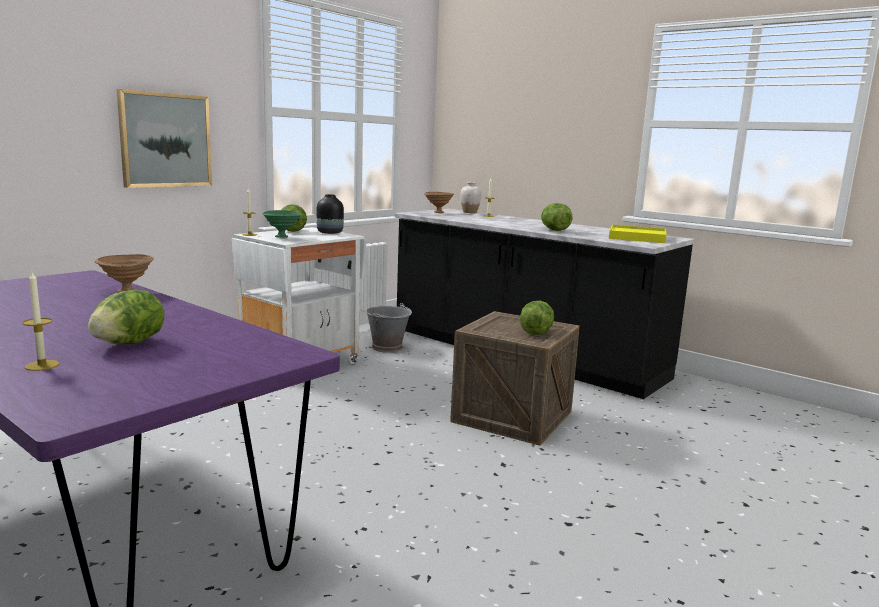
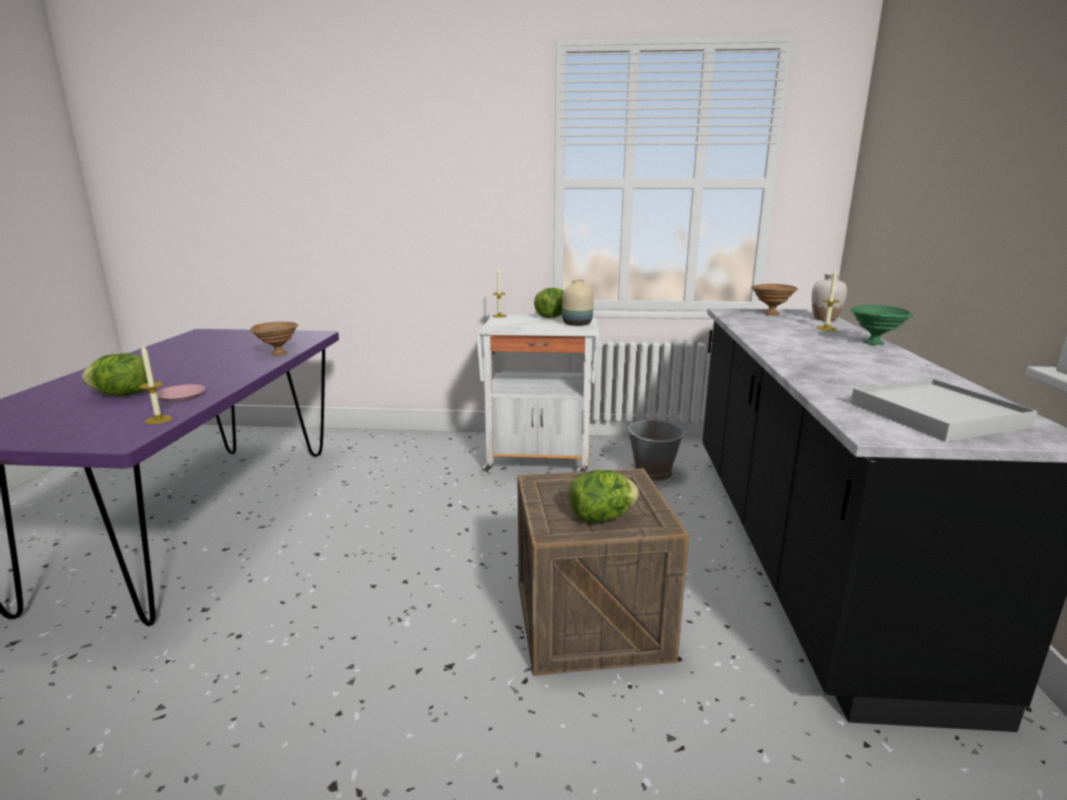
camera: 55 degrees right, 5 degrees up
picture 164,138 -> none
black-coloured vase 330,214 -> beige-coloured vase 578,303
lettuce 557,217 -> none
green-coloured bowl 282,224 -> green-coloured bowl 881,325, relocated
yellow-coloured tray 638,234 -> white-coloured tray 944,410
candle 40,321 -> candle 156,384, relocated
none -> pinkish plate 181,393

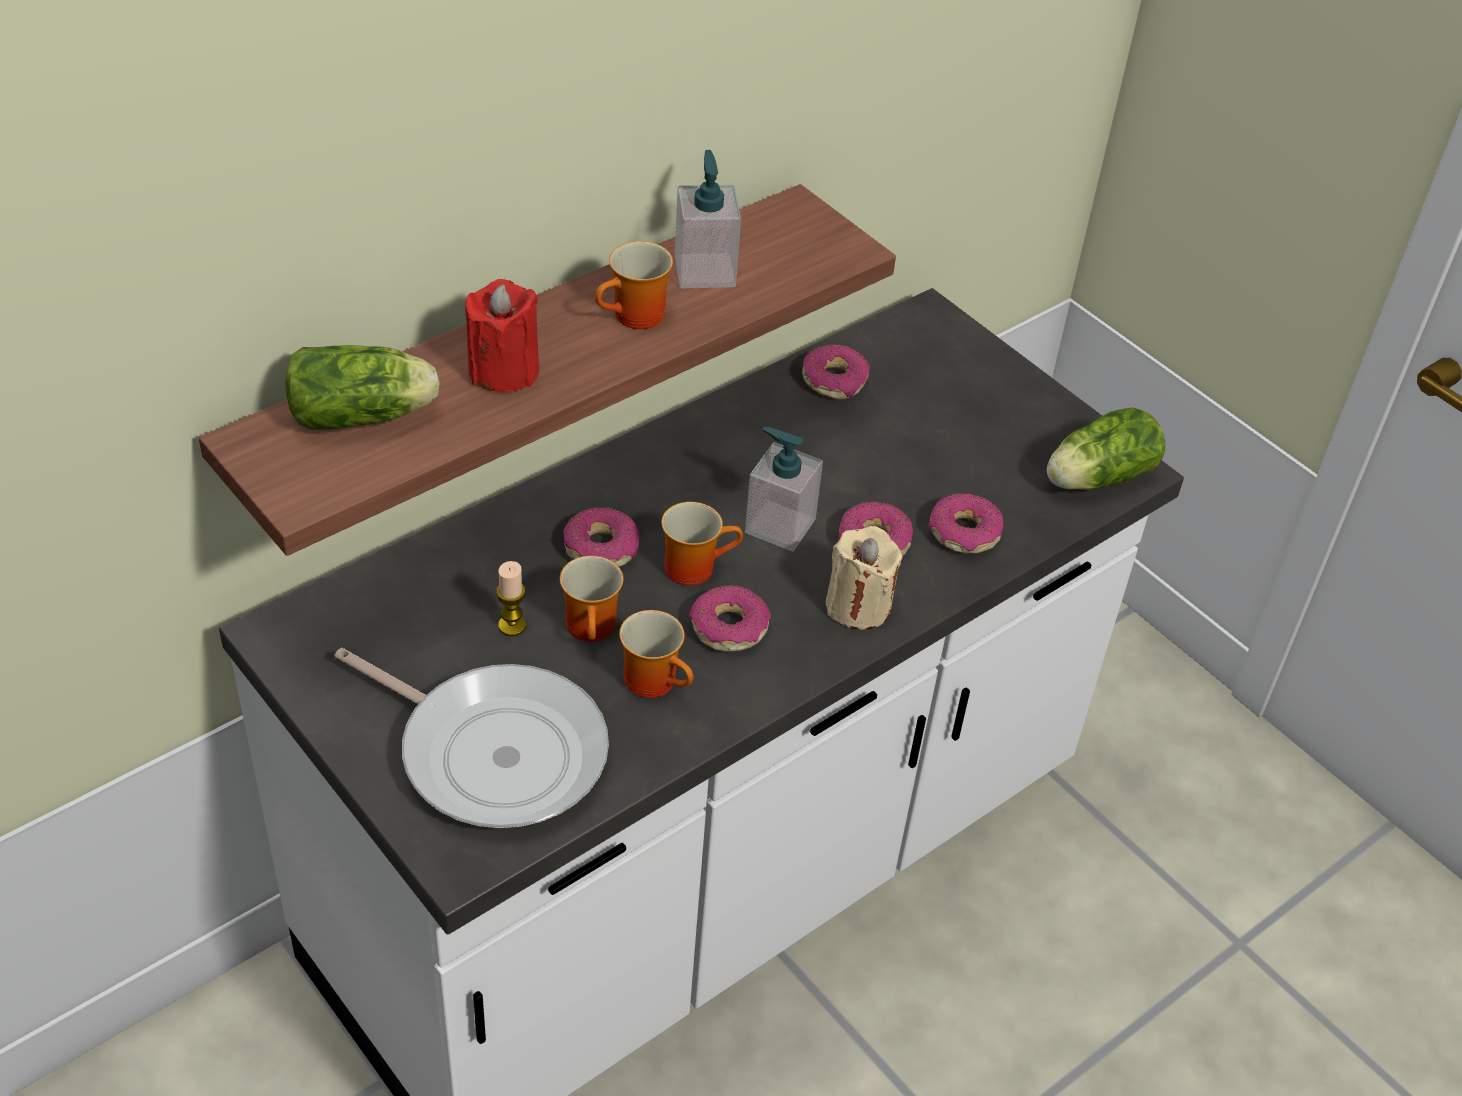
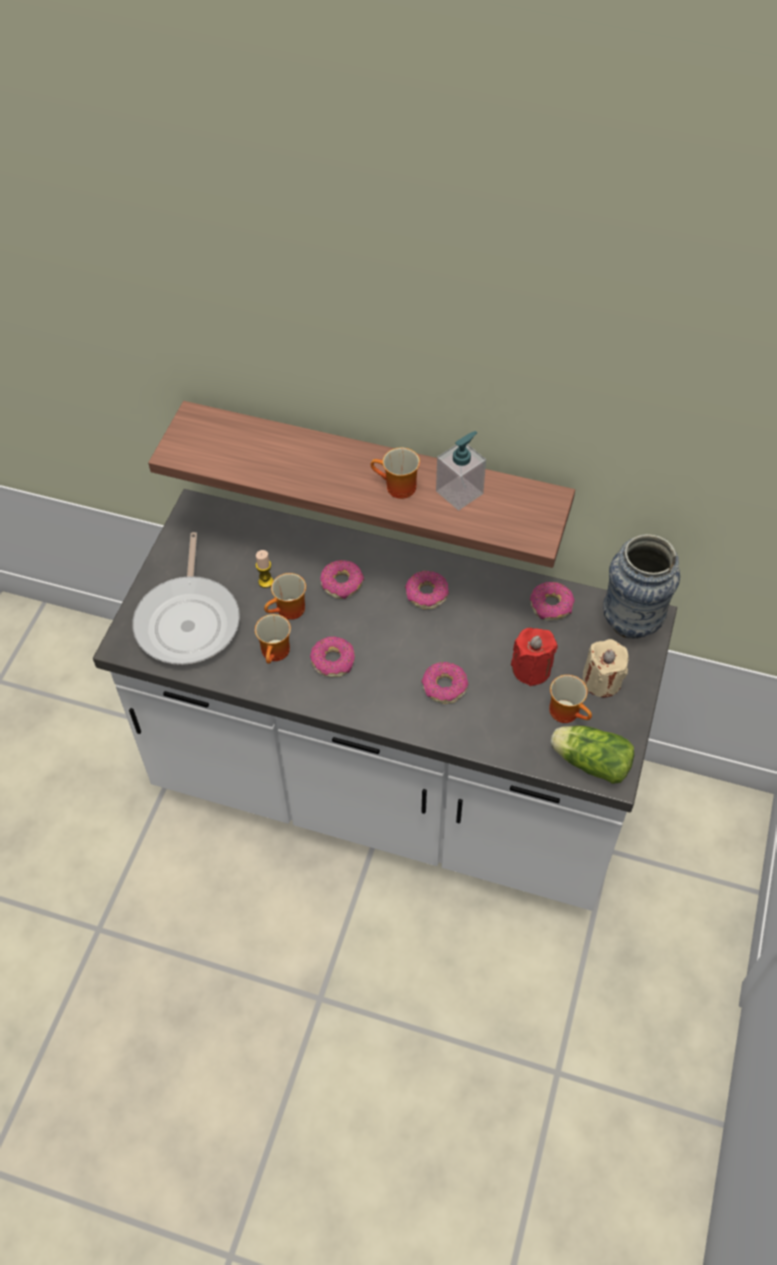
camera: 60 degrees right, 10 degrees up
red-coloured candle 502,335 -> red-coloured candle 534,657, relocated
lettuce 362,387 -> none
soap bottle 784,489 -> none
donut 965,523 -> donut 427,590, relocated
tea mug 702,543 -> tea mug 570,699, relocated
beige-coloured candle 864,578 -> beige-coloured candle 606,668, relocated
none -> vase 641,586

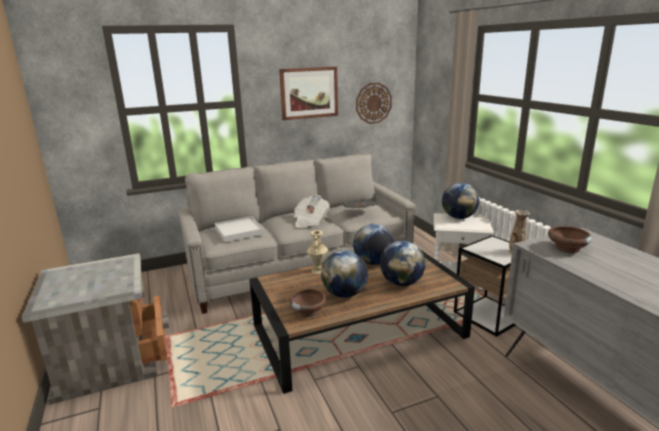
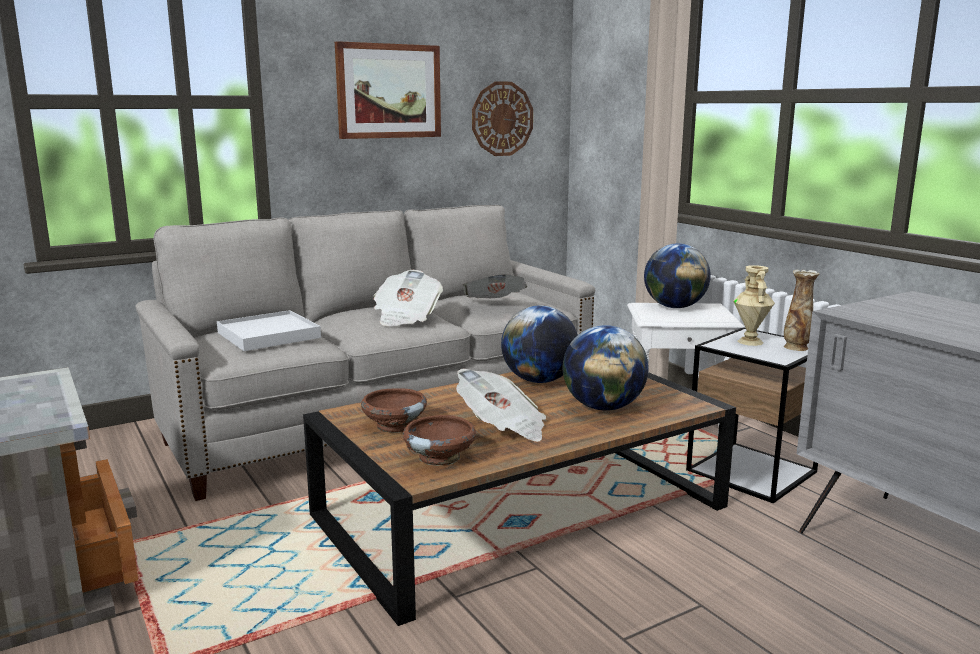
camera: 10 degrees left, 5 degrees down
brownish bowl 570,239 -> brownish bowl 394,410, relocated
beige-coloured vase 317,252 -> beige-coloured vase 754,305, relocated
desk globe 344,274 -> printed paper 501,405

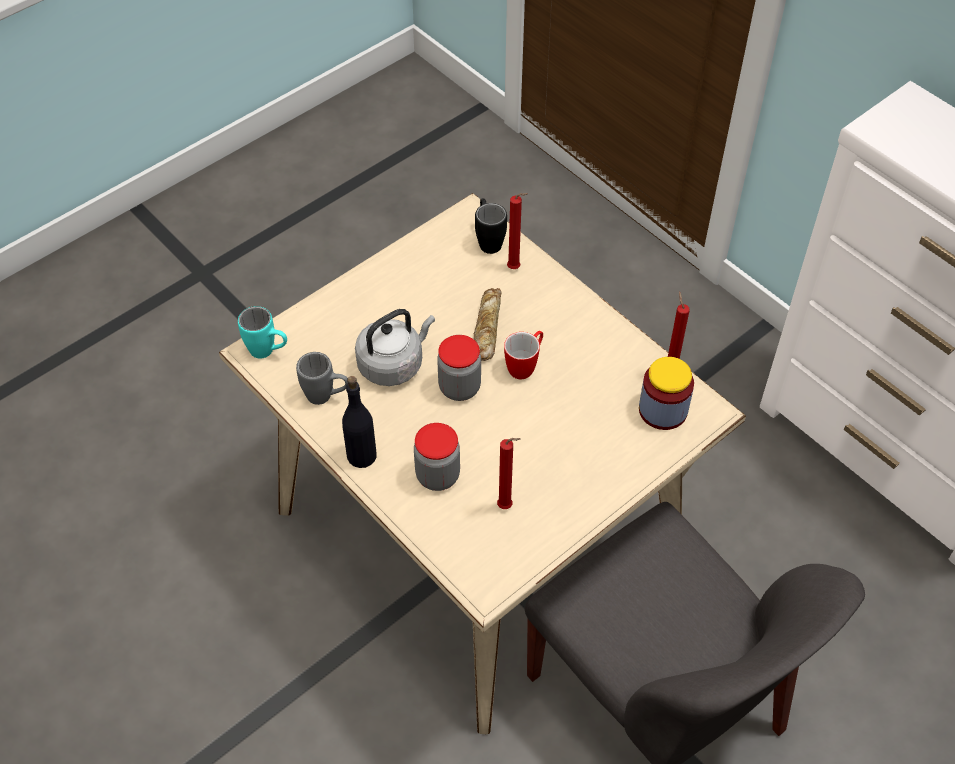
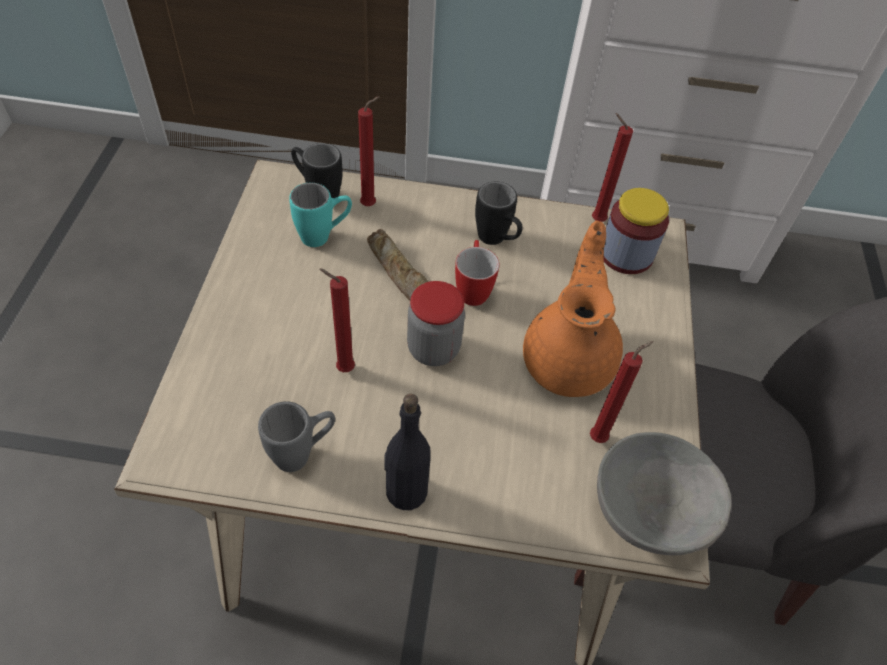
camera: 45 degrees left, 0 degrees up
turquoise tea mug 262,332 -> turquoise tea mug 320,215, relocated
greyish tea kettle 395,347 -> red-coloured candle 337,320
storage jar 437,457 -> none
none -> black-coloured tea mug 498,213
none -> orange teapot 573,308
none -> greyish bowl 664,493

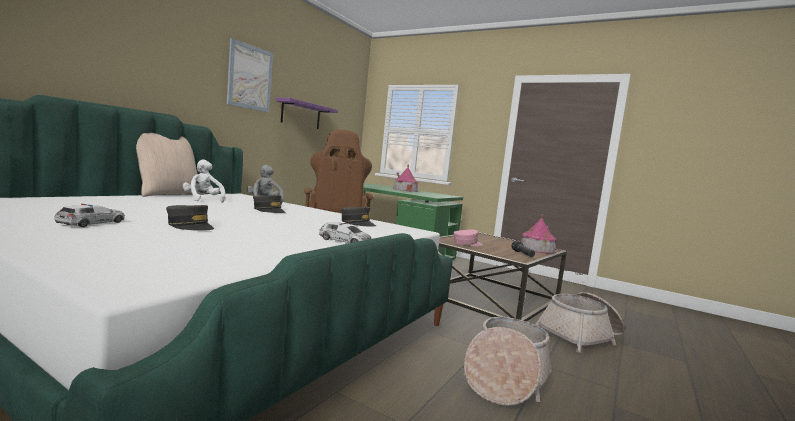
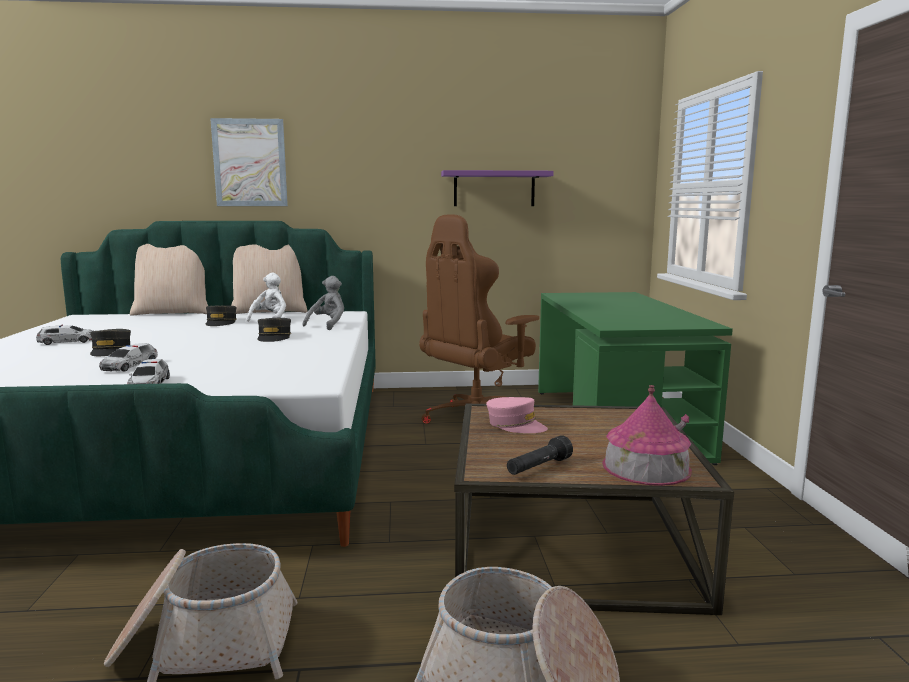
camera: 55 degrees right, 5 degrees up
picture 250,75 -> picture 249,162, relocated
toy house 405,178 -> none
greyish peaked cap 358,217 -> greyish peaked cap 221,315, relocated
none -> beige-coloured throw pillow 169,280
none -> model car 128,357

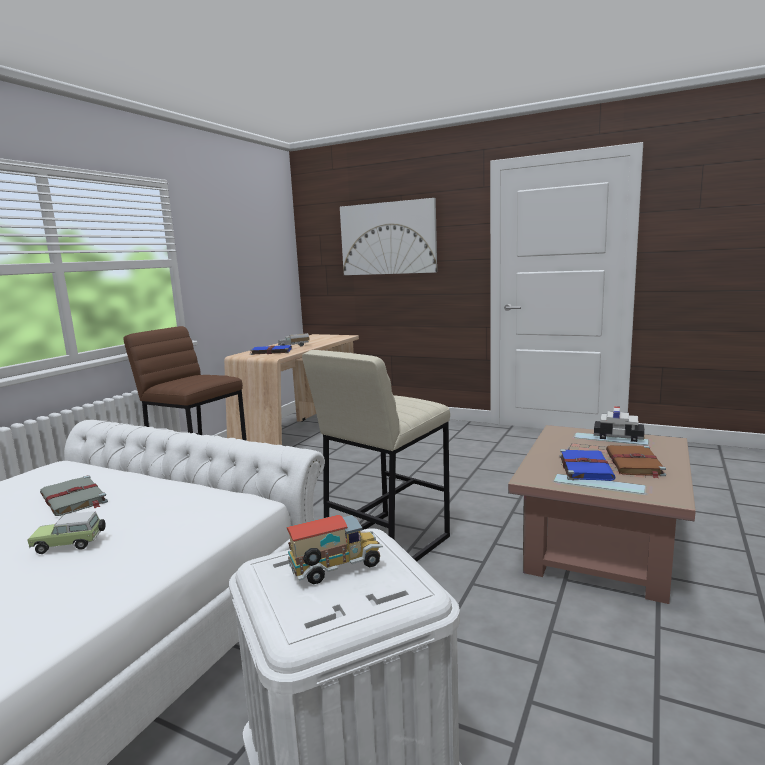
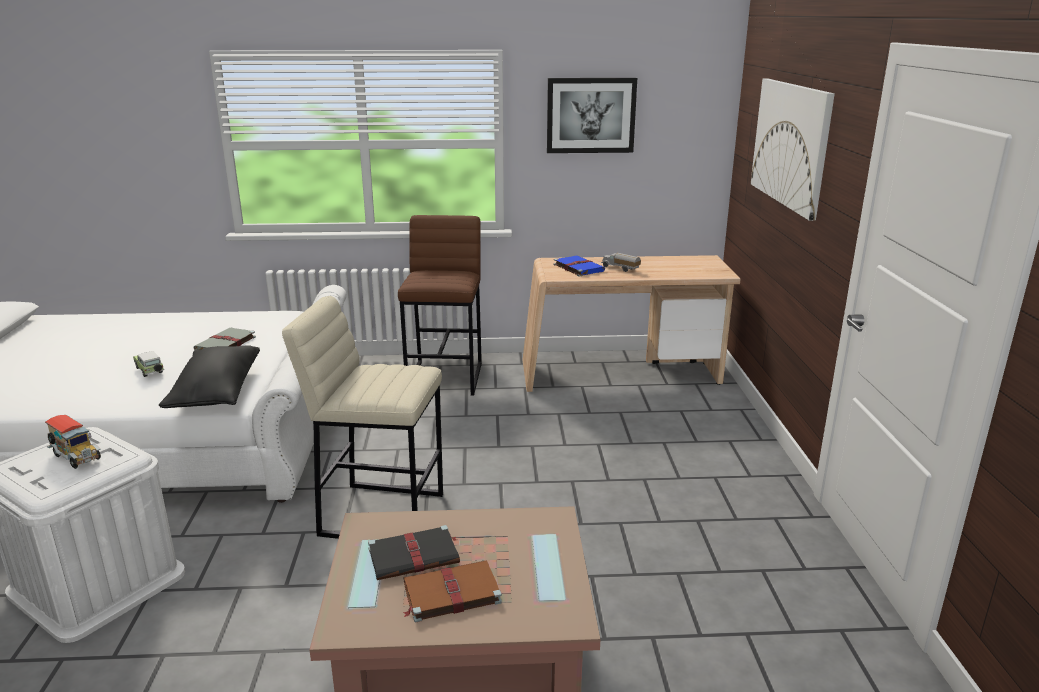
camera: 60 degrees right, 10 degrees up
model car 619,424 -> none
blue bound book 587,465 -> black-coloured bound book 414,552
none -> picture 592,115
none -> black-coloured throw pillow 209,376

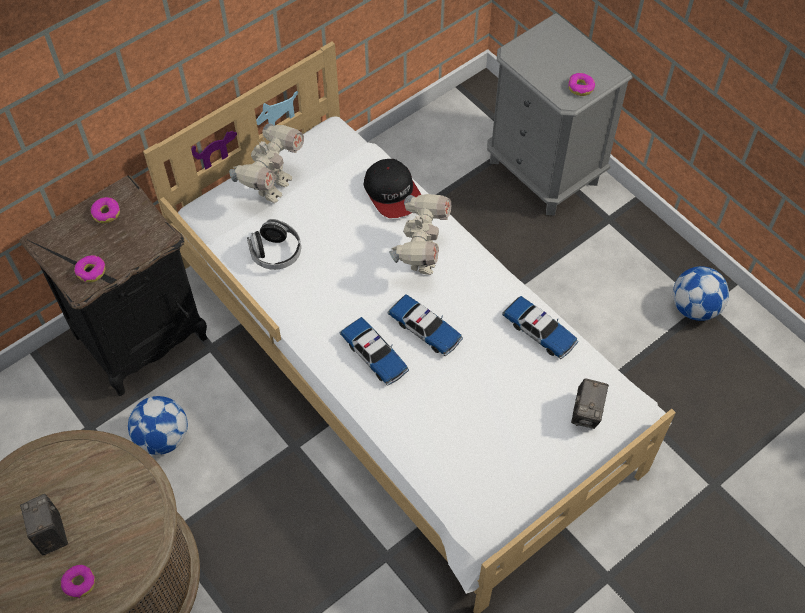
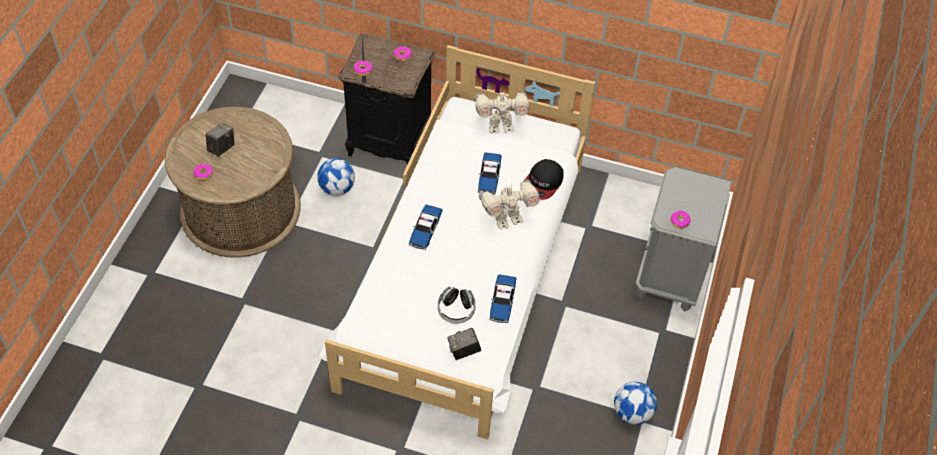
camera: 55 degrees right, 5 degrees down
headset 274,244 -> headset 457,305, relocated
model car 425,325 -> model car 490,174, relocated

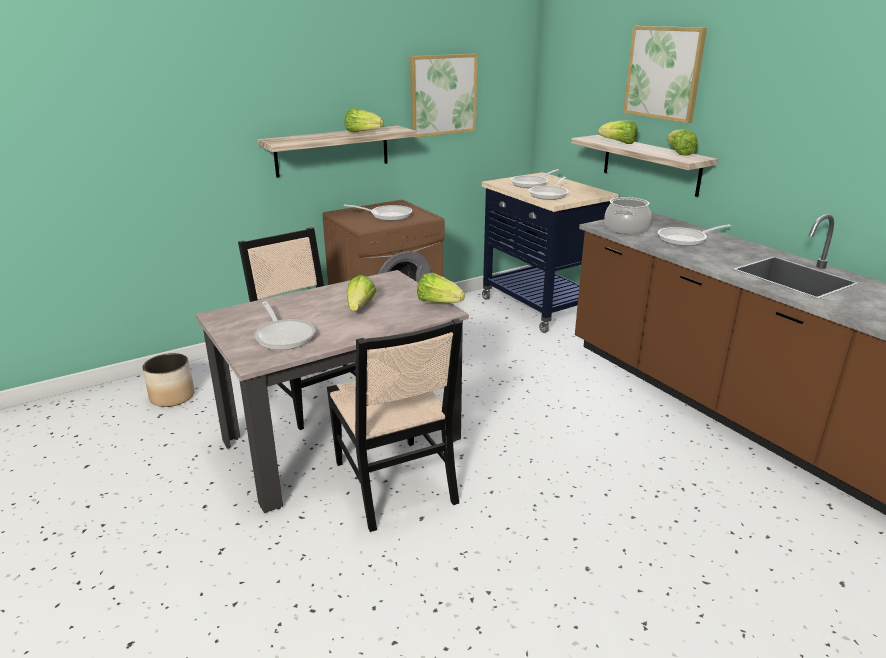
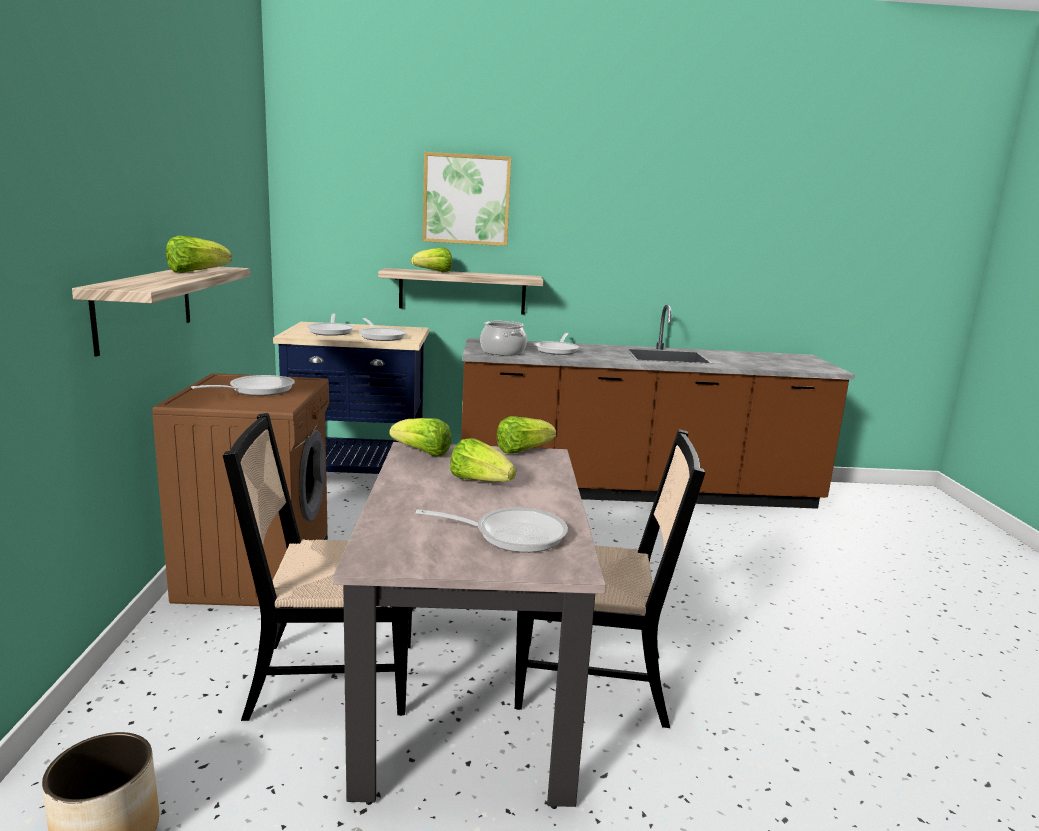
camera: 60 degrees left, 10 degrees down
picture 444,96 -> none
lettuce 682,142 -> lettuce 421,437, relocated

